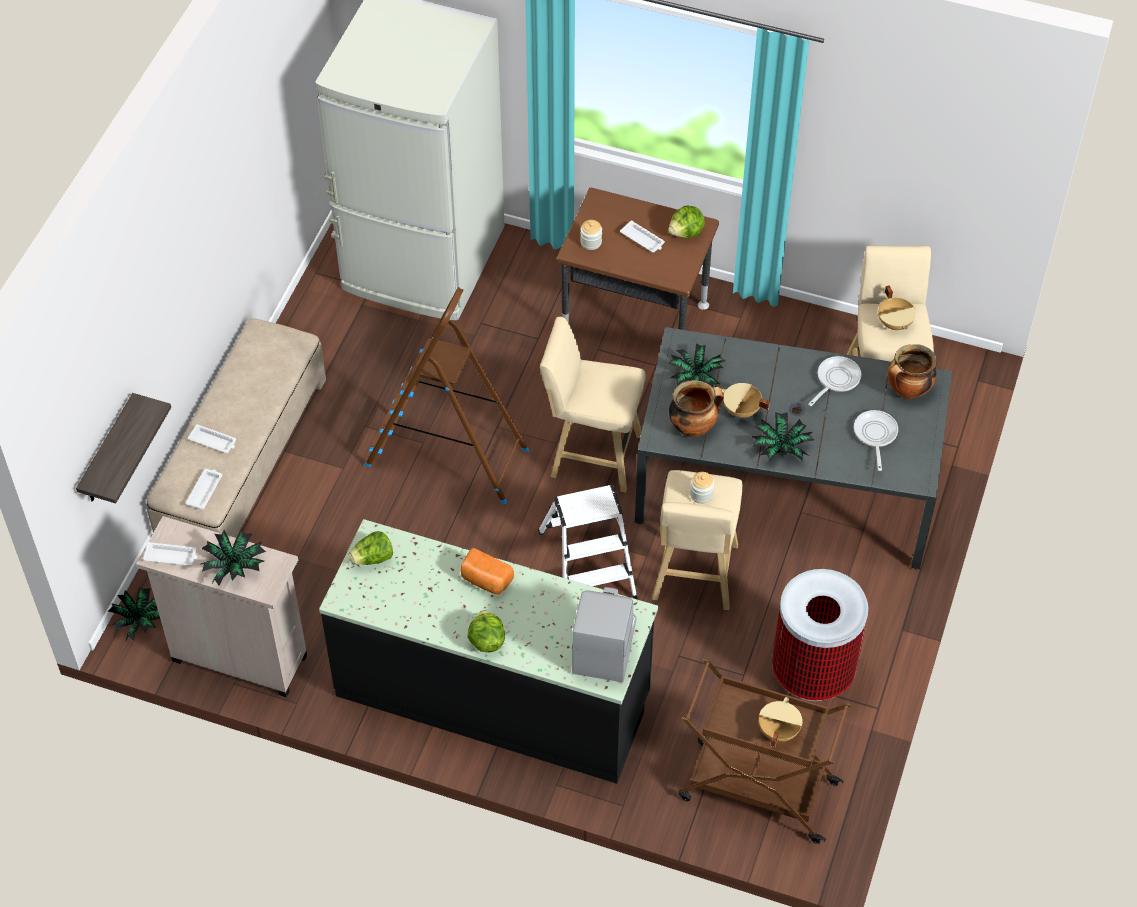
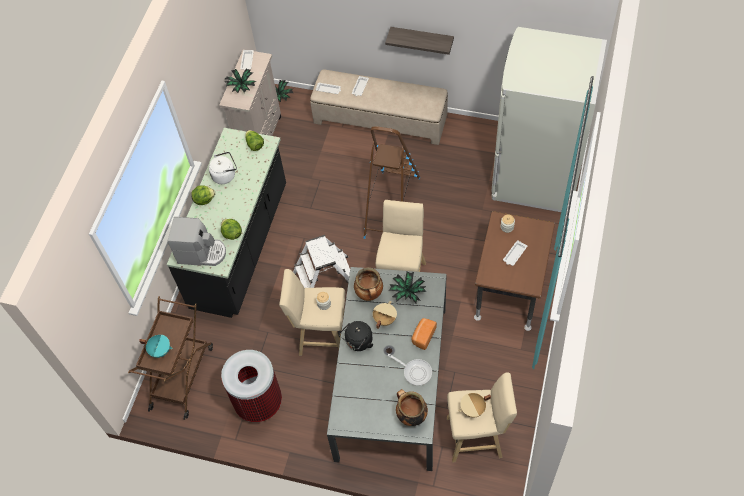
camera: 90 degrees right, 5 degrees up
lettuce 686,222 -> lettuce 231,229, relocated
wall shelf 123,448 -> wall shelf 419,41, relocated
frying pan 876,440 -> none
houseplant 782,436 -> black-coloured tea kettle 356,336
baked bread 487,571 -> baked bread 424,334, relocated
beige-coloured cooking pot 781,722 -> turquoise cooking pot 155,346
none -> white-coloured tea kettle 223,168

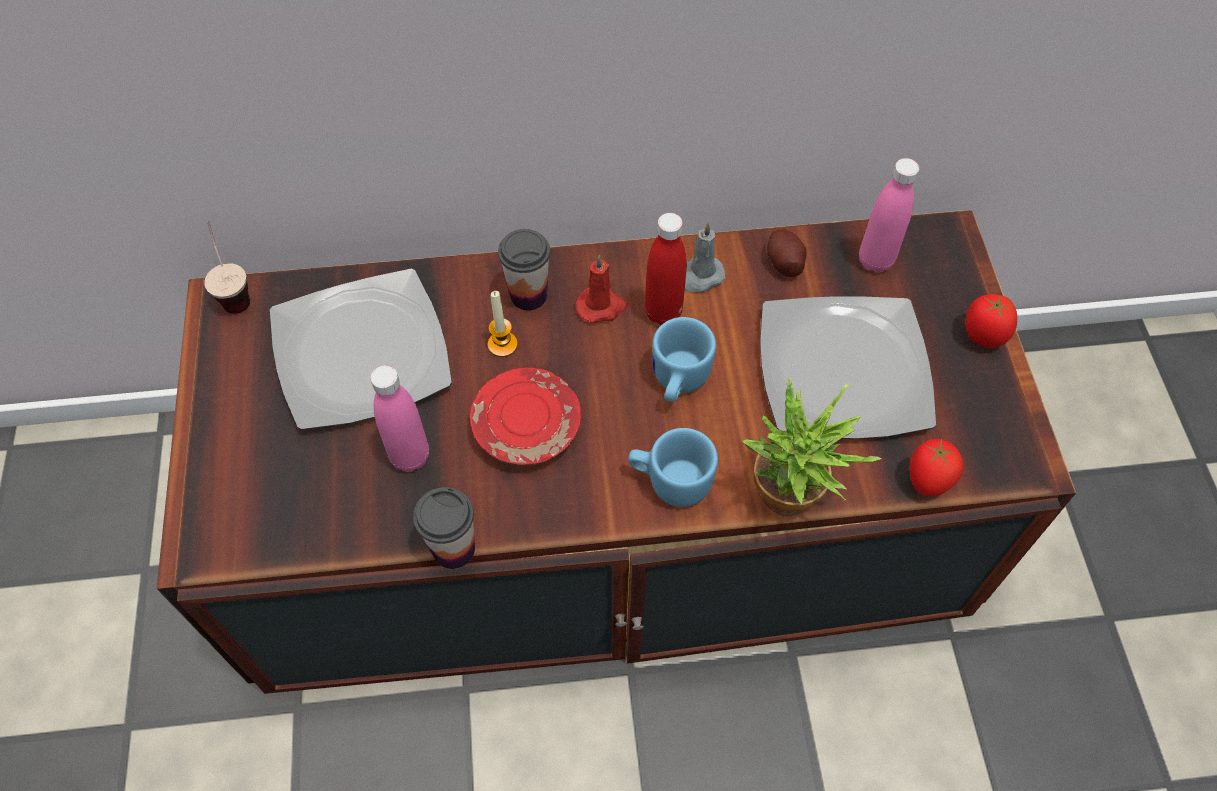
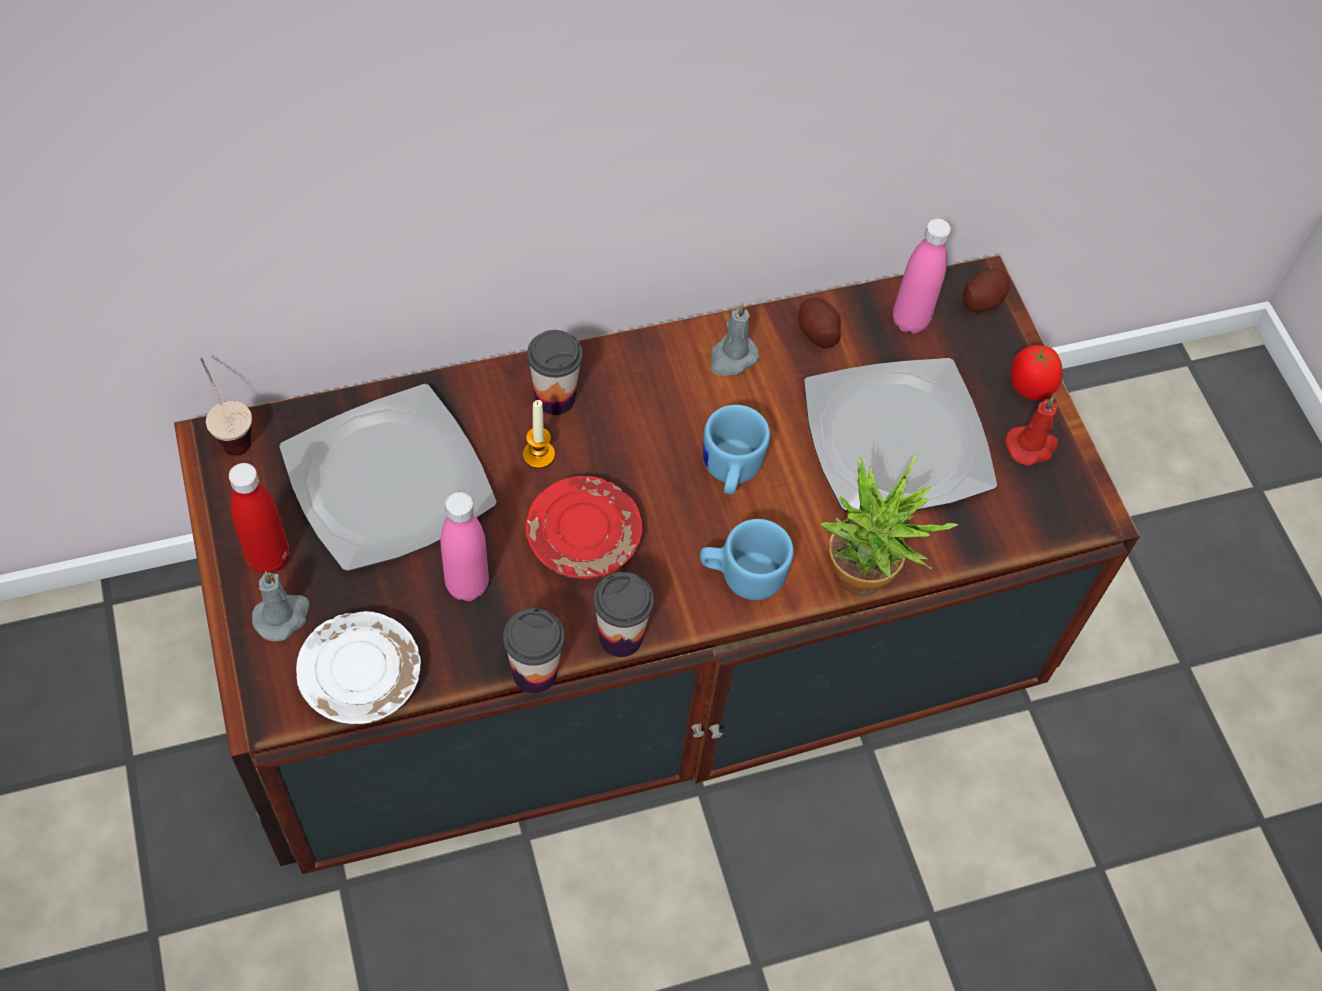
camera: 15 degrees left, 0 degrees up
red-coloured bottle 666,269 -> red-coloured bottle 259,518, relocated
red-coloured candle 602,289 -> red-coloured candle 1031,431, relocated
fresh tomato 936,467 -> none
none -> spud 986,290
none -> greyish candle 281,606
none -> small cup 623,614
none -> white-coloured plate 358,668

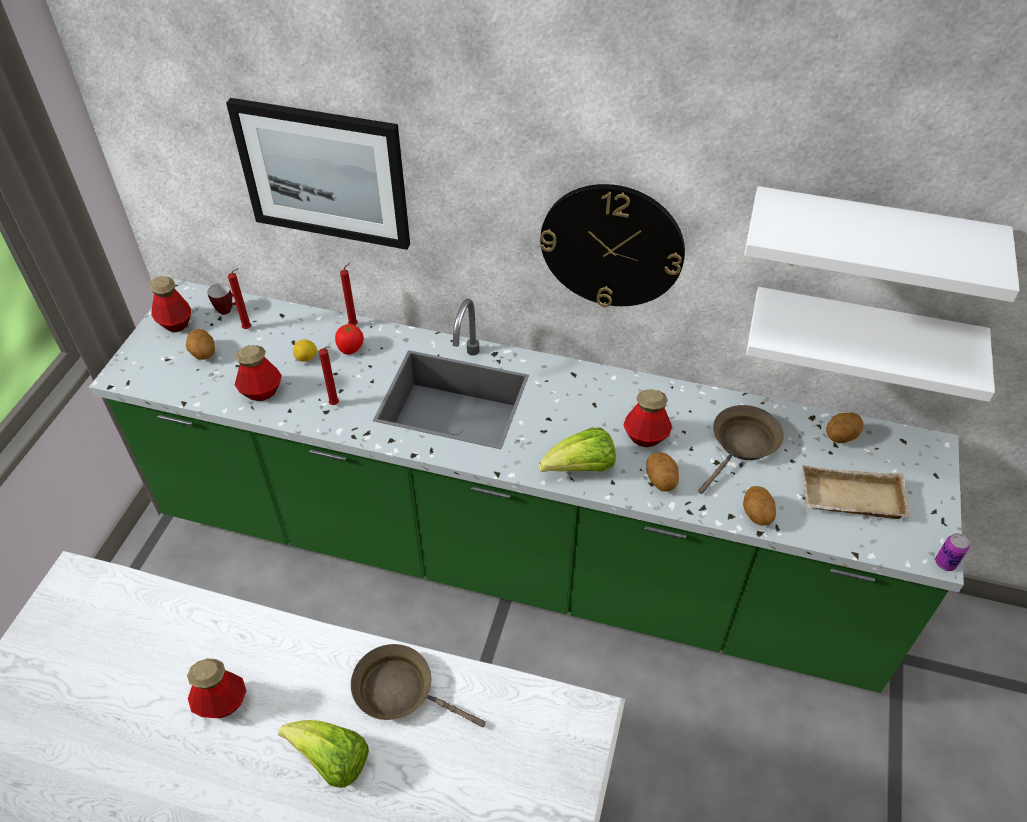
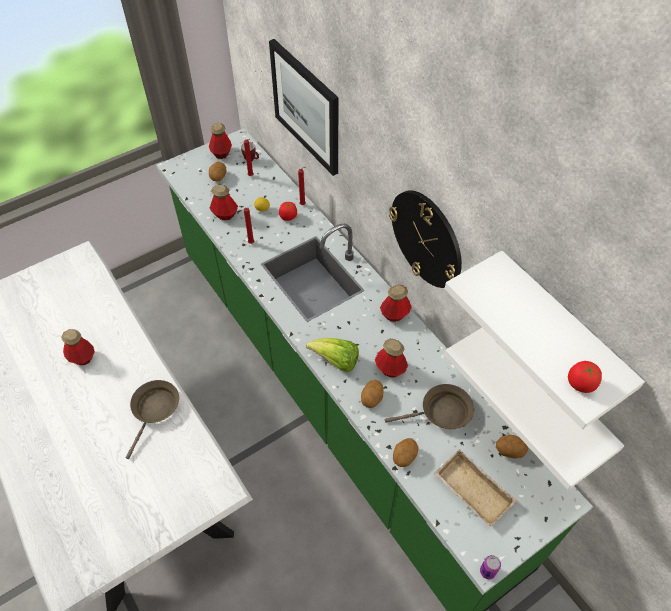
camera: 40 degrees right, 5 degrees up
brownish frying pan 418,685 -> brownish frying pan 152,419, 45 degrees clockwise
lettuce 323,754 -> none
none -> bottle 396,303
none -> fresh tomato 585,377

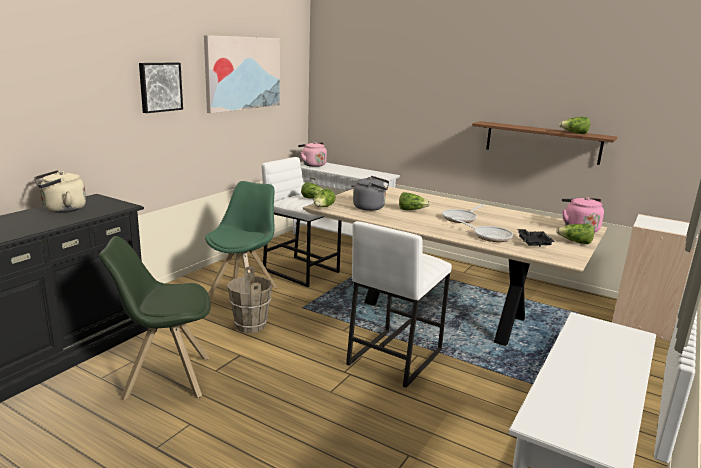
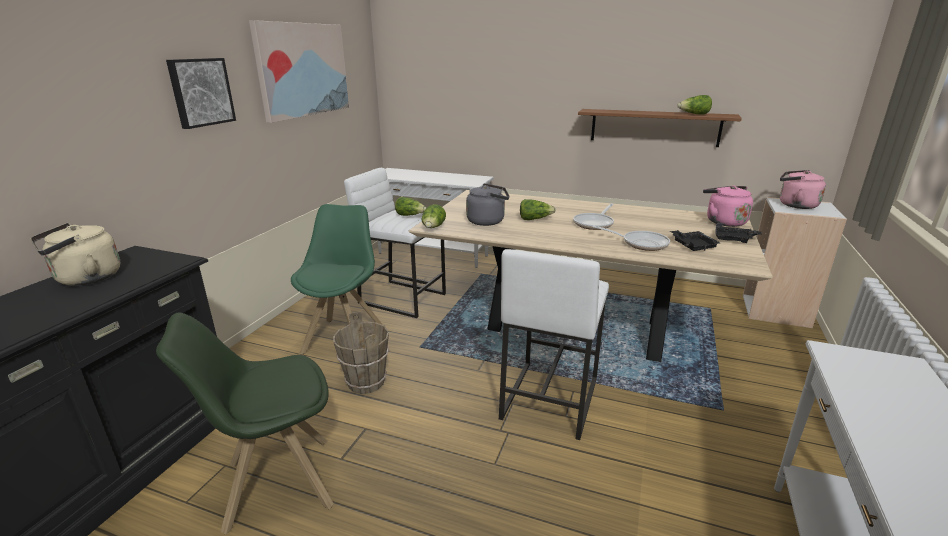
camera: 10 degrees left, 5 degrees up
pinkish tea kettle 312,154 -> pinkish tea kettle 803,189, relocated
lettuce 575,234 -> black-coloured tray 738,233

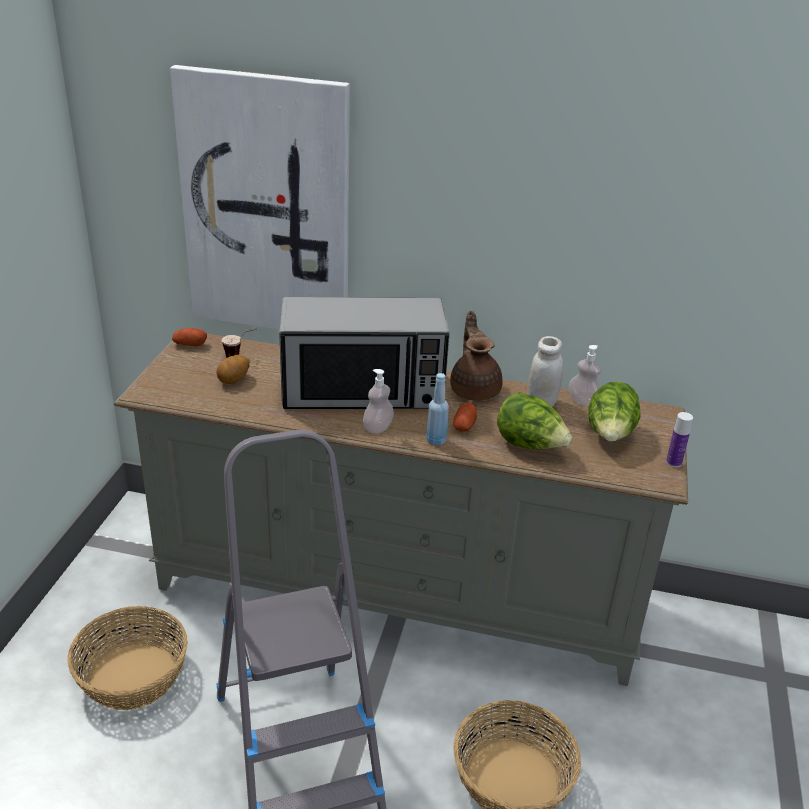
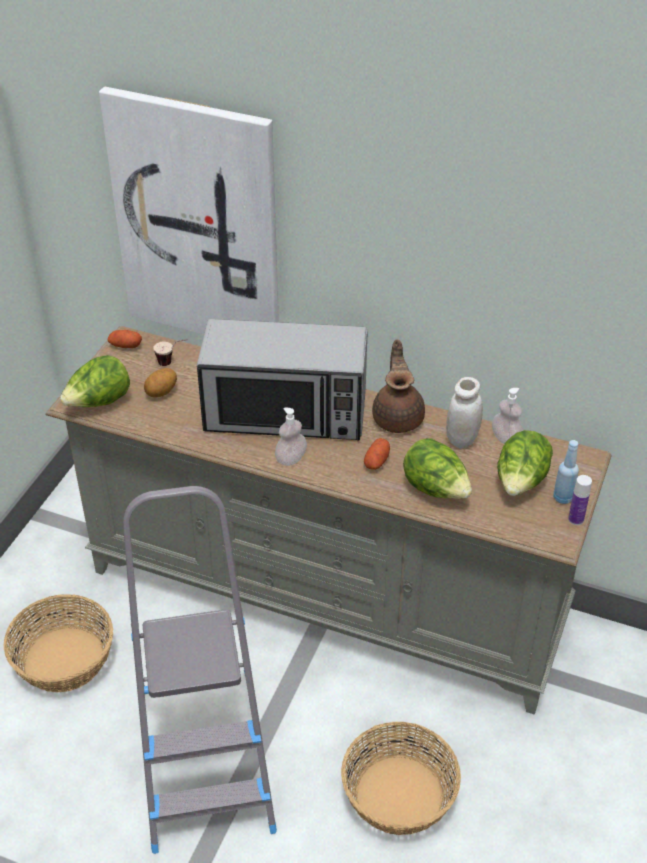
camera: 10 degrees right, 10 degrees up
blue bottle 437,409 -> blue bottle 566,472, relocated
none -> lettuce 95,381

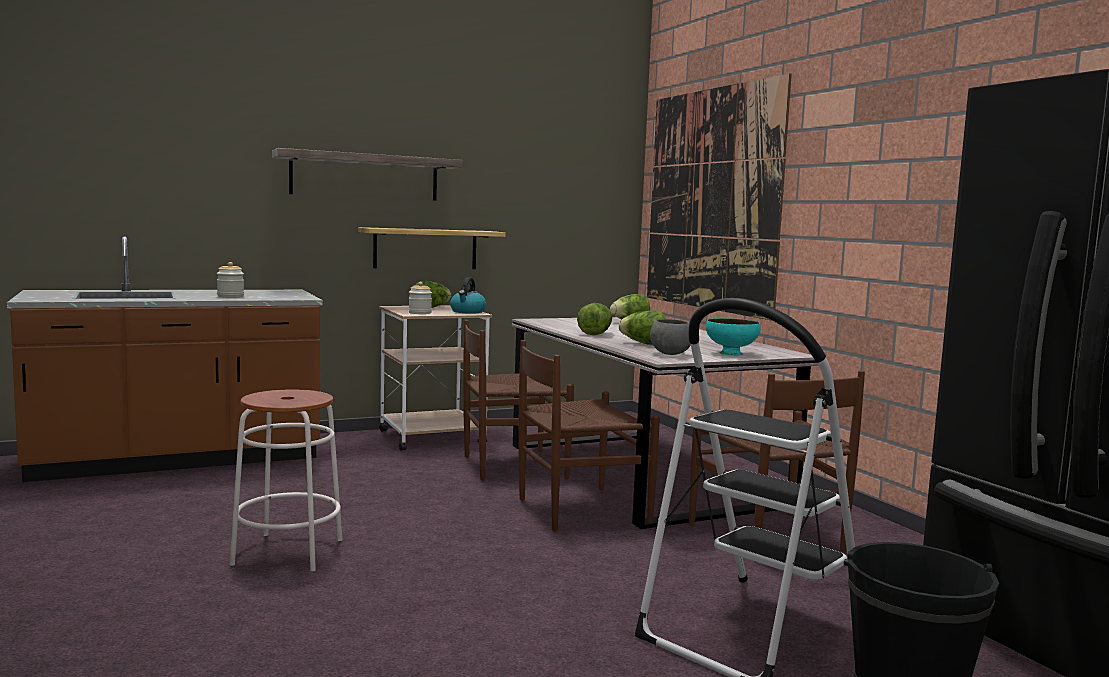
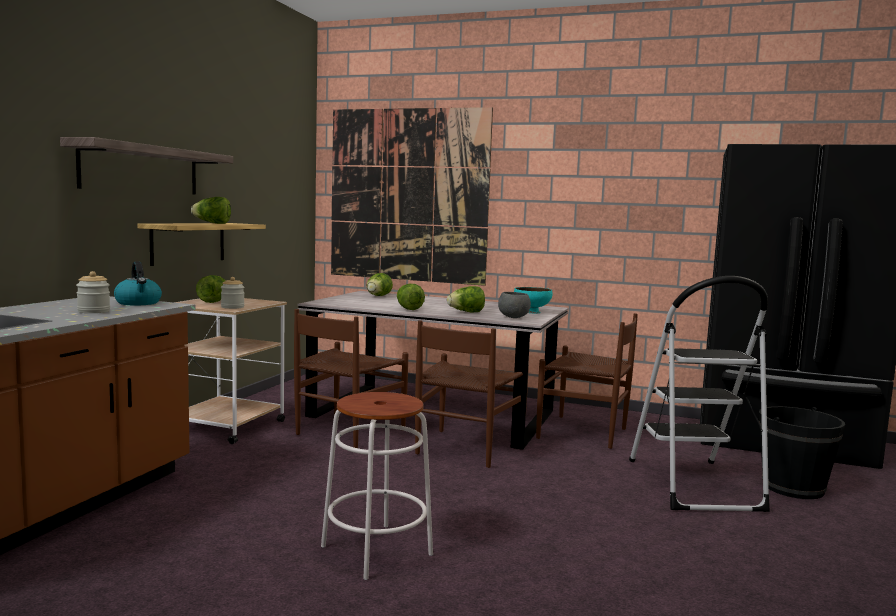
camera: 45 degrees left, 0 degrees up
tea kettle 468,295 -> tea kettle 138,283, relocated
none -> lettuce 211,210

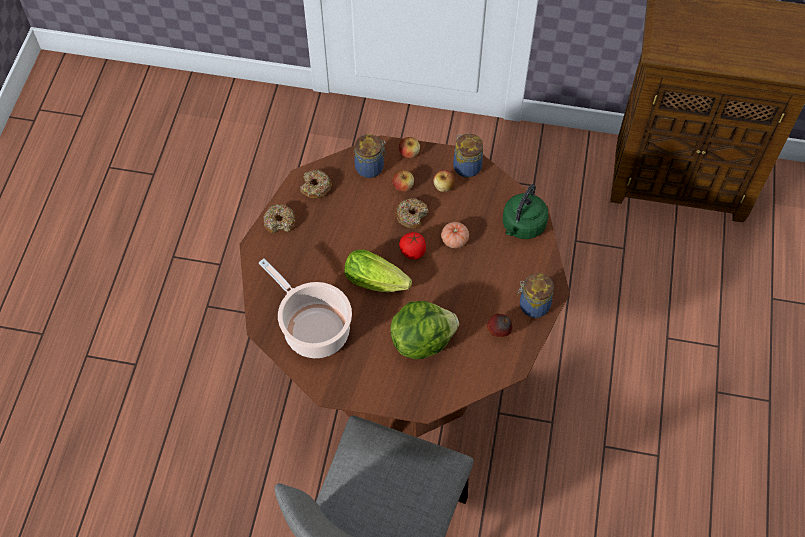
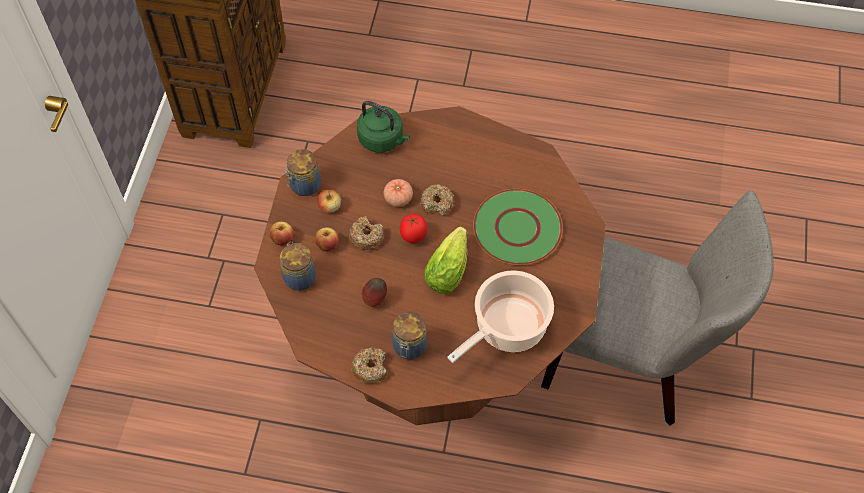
camera: 90 degrees left, 0 degrees up
donut 316,184 -> donut 437,199, relocated
storage jar 535,295 -> storage jar 409,335, relocated
lettuce 424,330 -> green-coloured plate 518,227
whole apple 499,325 -> whole apple 374,292, relocated

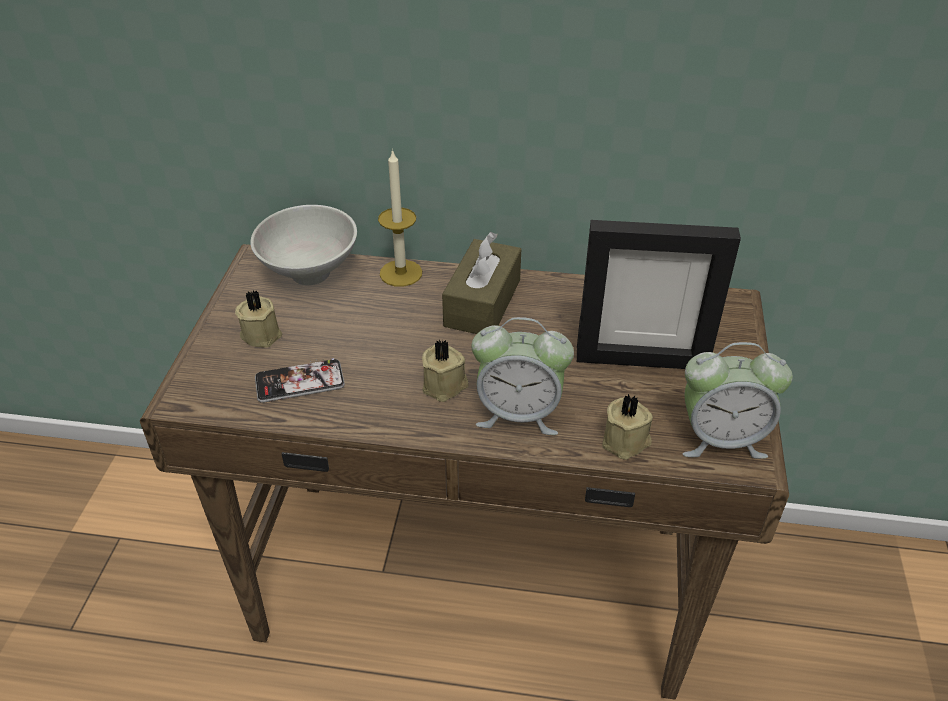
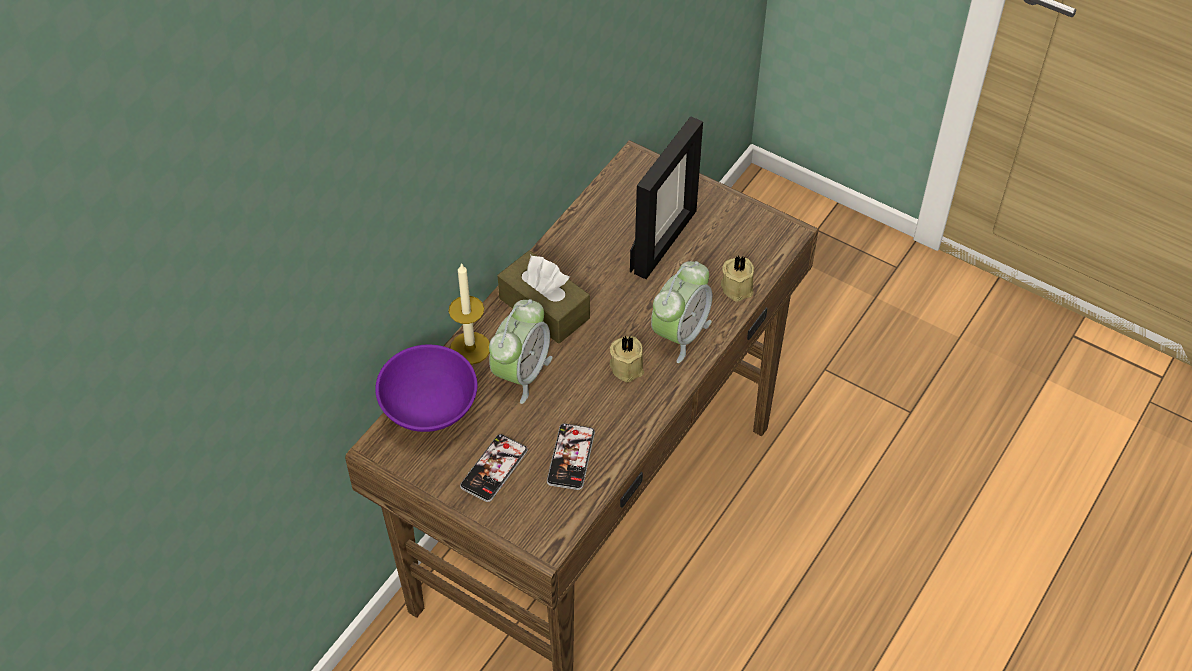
camera: 65 degrees left, 10 degrees up
white-coloured bowl 303,245 -> purplish bowl 426,388
beige-coloured candle 258,319 -> telephone 494,468
bedside clock 737,400 -> bedside clock 521,351, relocated

